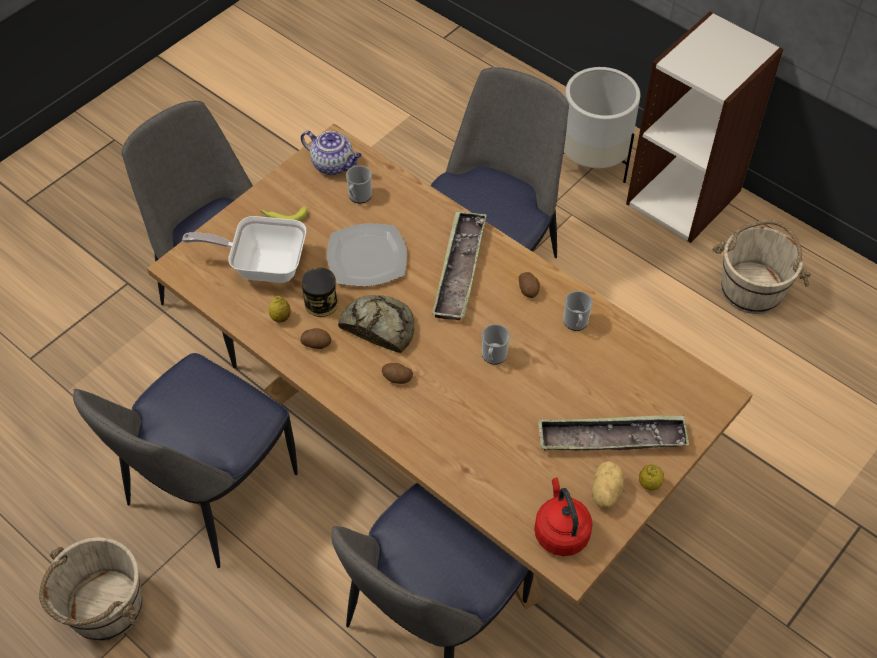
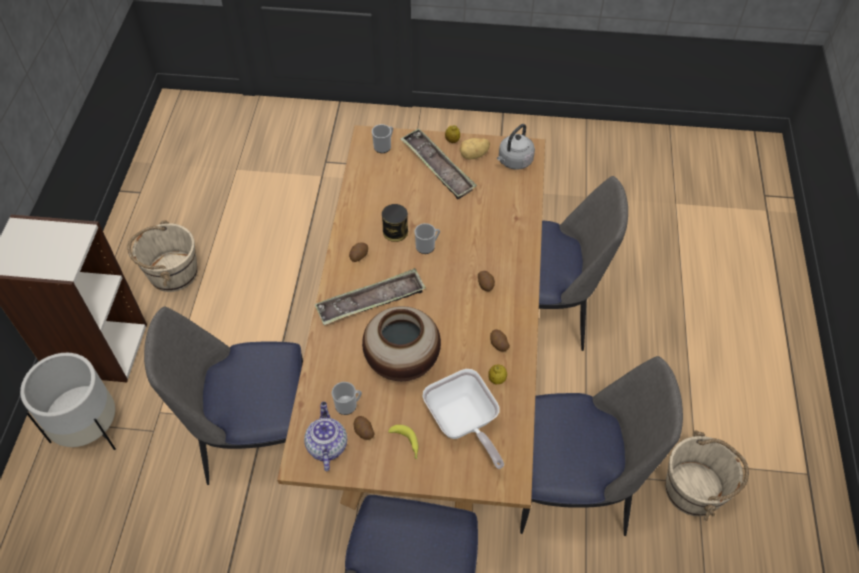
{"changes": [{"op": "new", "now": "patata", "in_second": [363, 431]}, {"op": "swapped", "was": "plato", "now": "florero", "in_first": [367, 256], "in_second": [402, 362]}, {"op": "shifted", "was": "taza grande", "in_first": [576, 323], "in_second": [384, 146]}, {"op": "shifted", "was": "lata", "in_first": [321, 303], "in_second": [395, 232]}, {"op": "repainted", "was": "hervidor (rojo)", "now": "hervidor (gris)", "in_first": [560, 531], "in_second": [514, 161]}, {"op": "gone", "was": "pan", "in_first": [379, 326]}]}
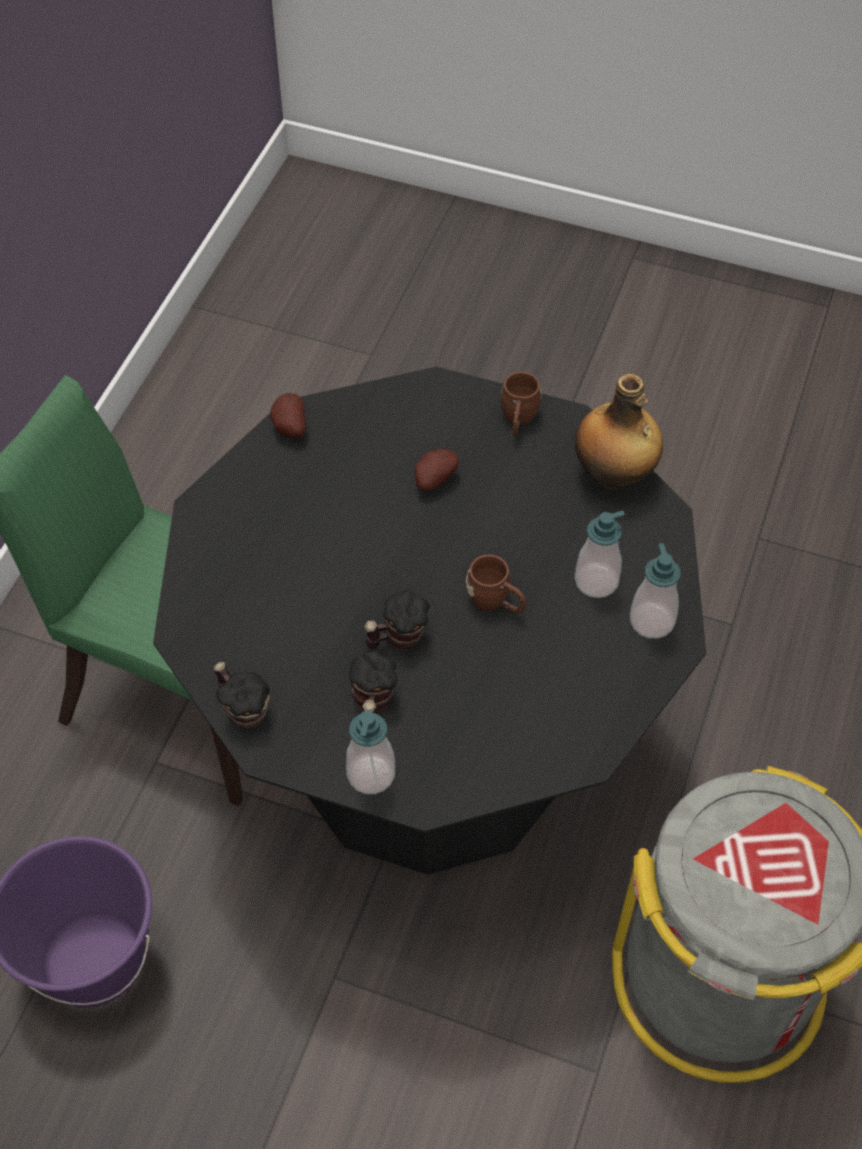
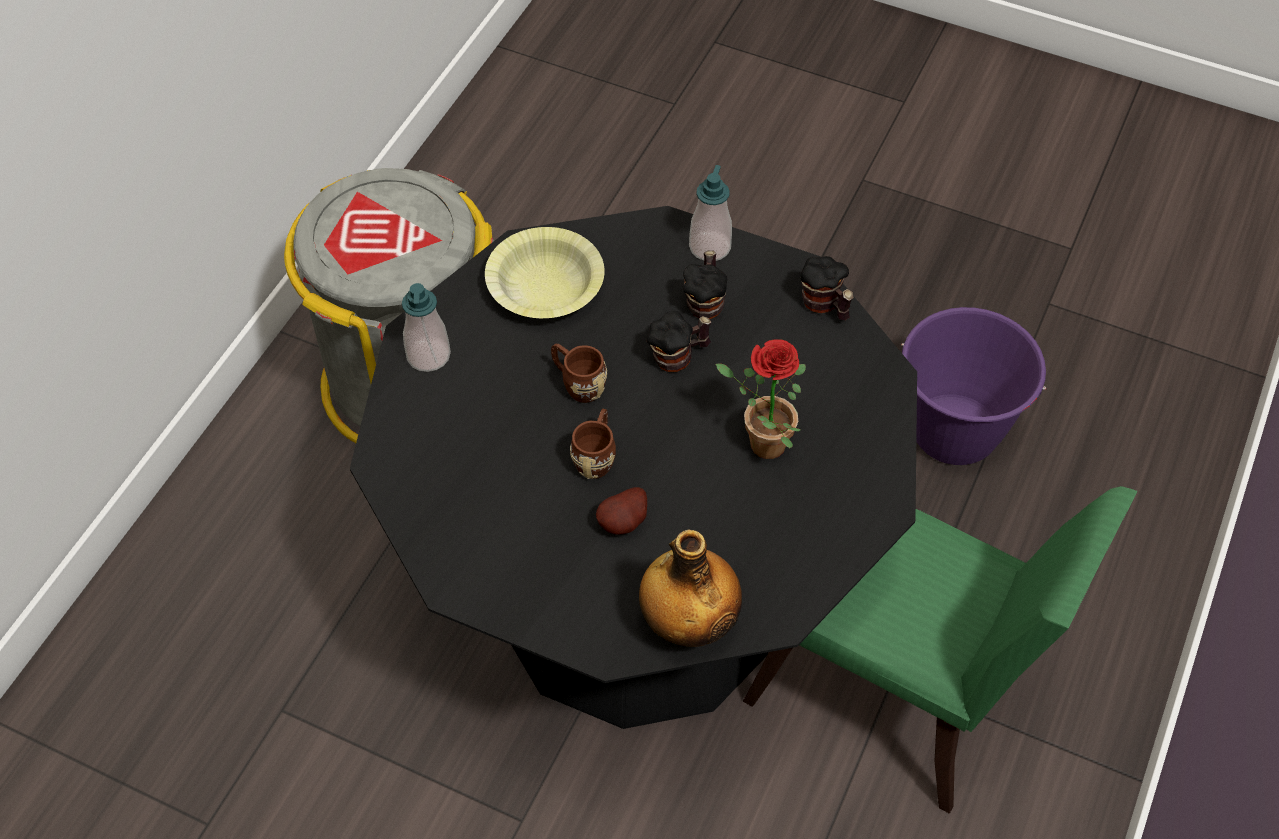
{"changes": [{"op": "new", "now": "cuenco (amarillo)", "in_second": [545, 286]}, {"op": "shifted", "was": "taza grande (marrón)", "in_first": [518, 421], "in_second": [596, 456]}, {"op": "shifted", "was": "botella", "in_first": [613, 475], "in_second": [689, 623]}, {"op": "new", "now": "planta en maceta", "in_second": [759, 444]}, {"op": "gone", "was": "patata", "in_first": [288, 428]}, {"op": "gone", "was": "dispensador de jabón", "in_first": [596, 581]}]}
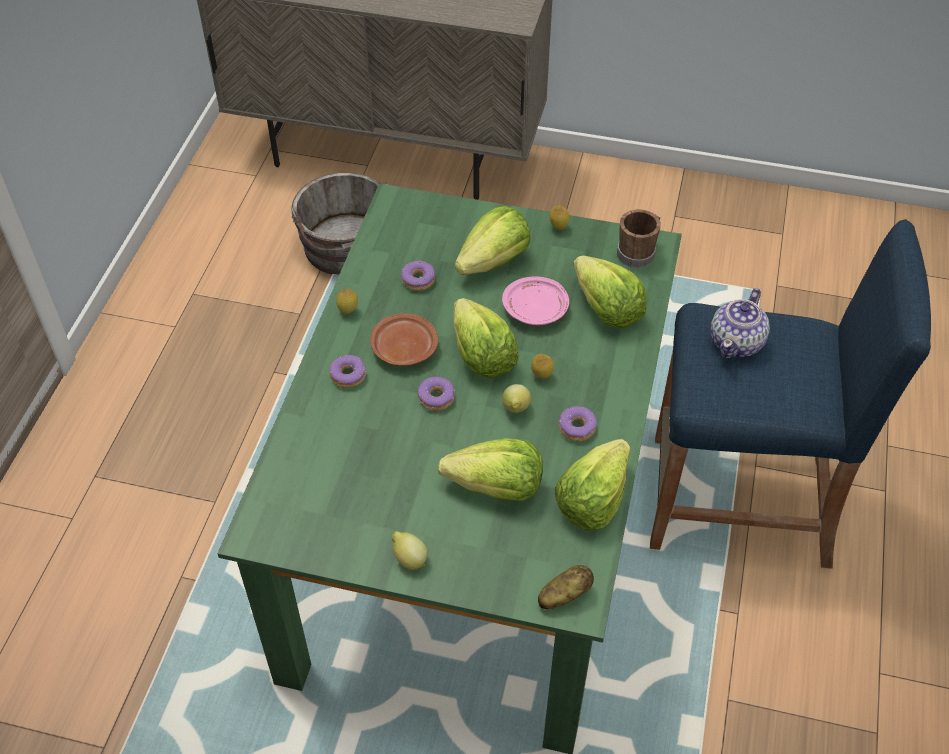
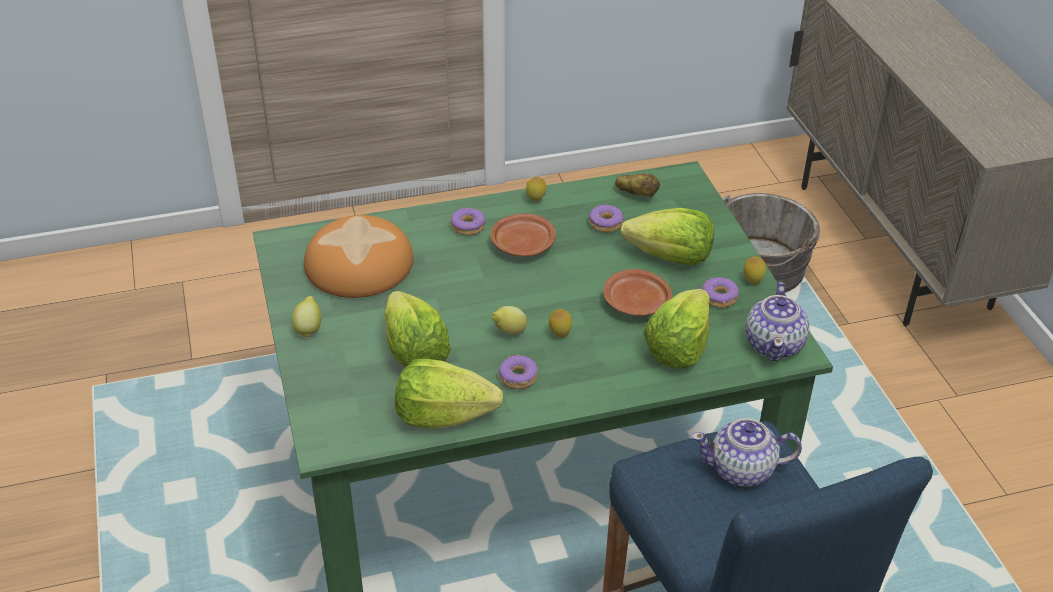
{"changes": [{"op": "new", "now": "pan", "in_second": [359, 264]}, {"op": "repainted", "was": "plato (rosa)", "now": "plato (marrón)", "in_first": [536, 309], "in_second": [636, 303]}, {"op": "shifted", "was": "patata", "in_first": [564, 595], "in_second": [637, 194]}, {"op": "shifted", "was": "rosquilla", "in_first": [436, 398], "in_second": [719, 298]}, {"op": "swapped", "was": "taza grande (marrón)", "now": "tetera", "in_first": [638, 252], "in_second": [774, 344]}, {"op": "gone", "was": "lechuga", "in_first": [481, 356]}]}
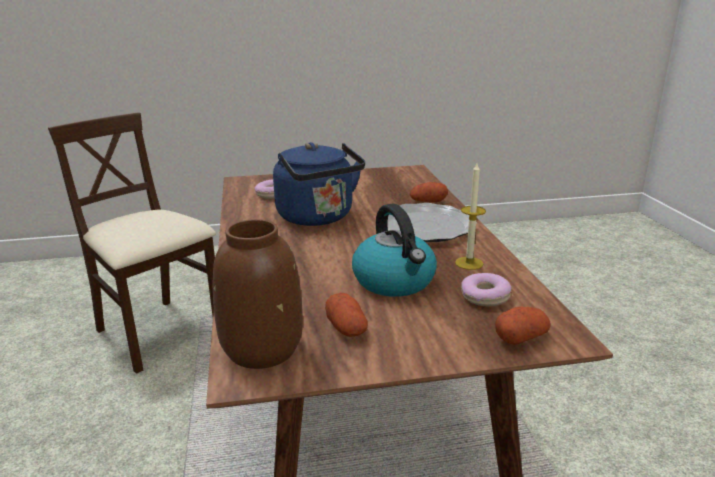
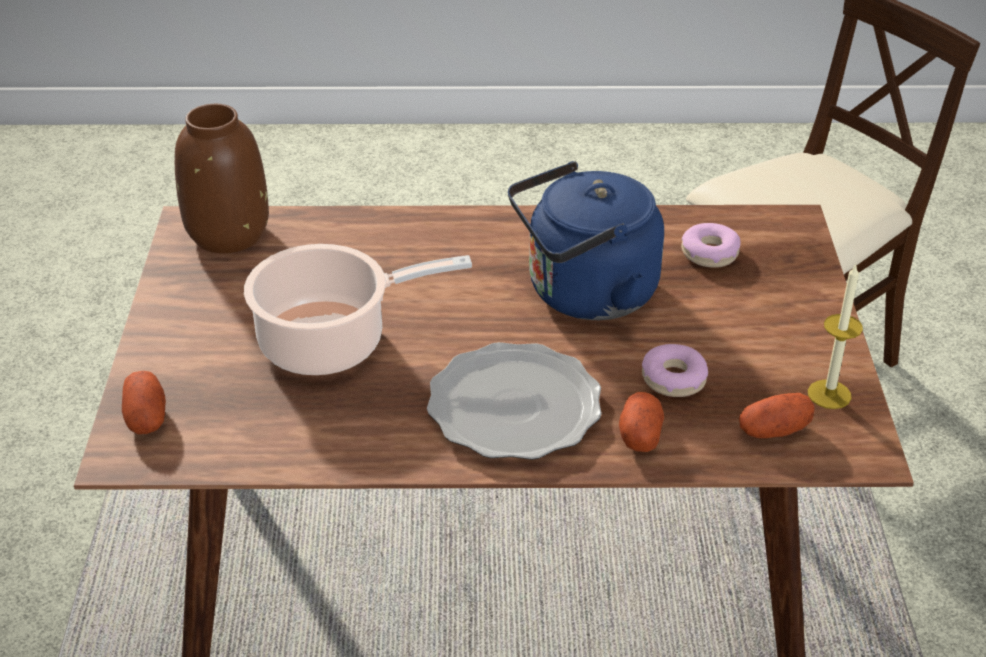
{"changes": [{"op": "swapped", "was": "hervidor", "now": "olla", "in_first": [395, 281], "in_second": [331, 341]}, {"op": "shifted", "was": "rosquilla", "in_first": [484, 297], "in_second": [673, 379]}, {"op": "shifted", "was": "patata", "in_first": [346, 328], "in_second": [774, 430]}, {"op": "shifted", "was": "vela", "in_first": [469, 263], "in_second": [829, 394]}]}
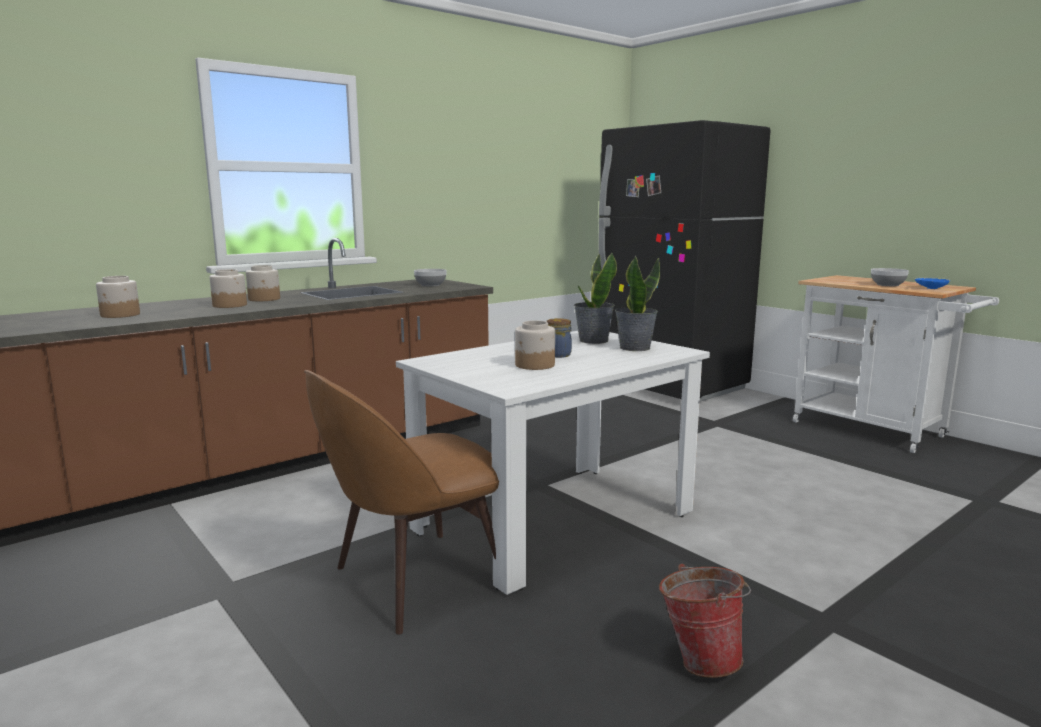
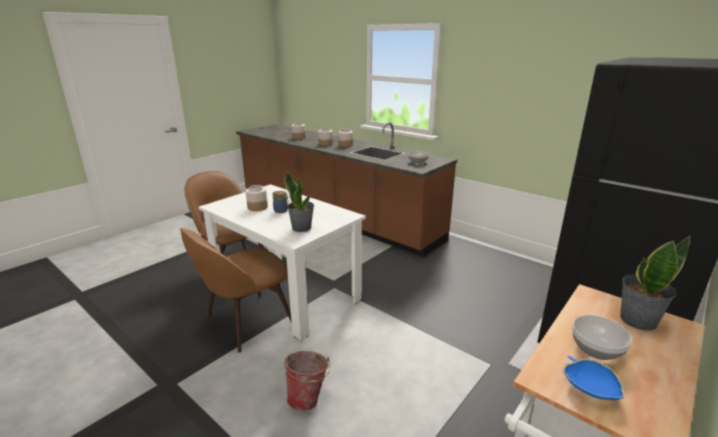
{"changes": [{"op": "new", "now": "silla (marrón)", "in_second": [246, 322]}, {"op": "shifted", "was": "cubo", "in_first": [700, 659], "in_second": [309, 398]}, {"op": "shifted", "was": "planta en maceta", "in_first": [593, 340], "in_second": [637, 320]}]}
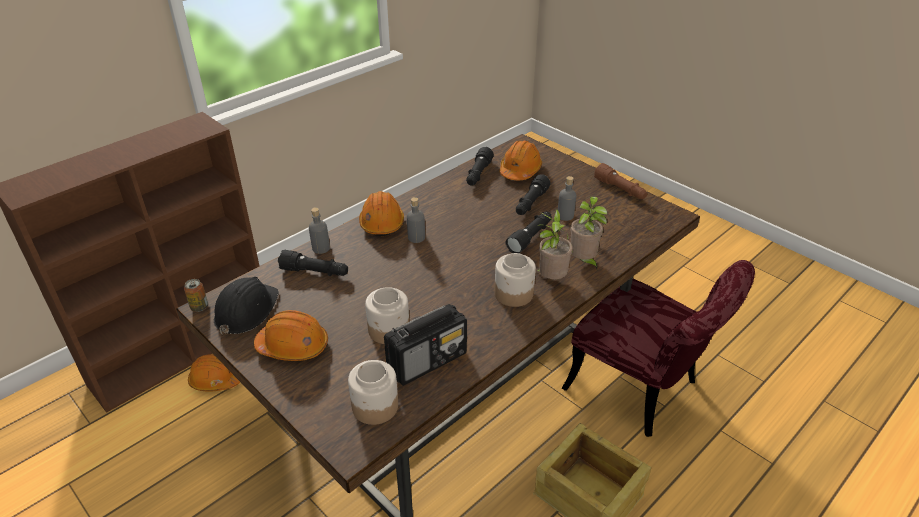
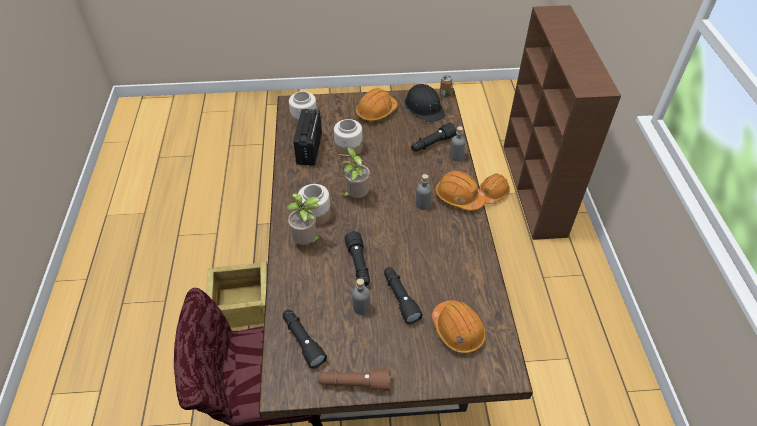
{"changes": [{"op": "shifted", "was": "linterna (negro)", "in_first": [478, 174], "in_second": [302, 341]}, {"op": "shifted", "was": "planta en maceta", "in_first": [583, 262], "in_second": [356, 196]}]}
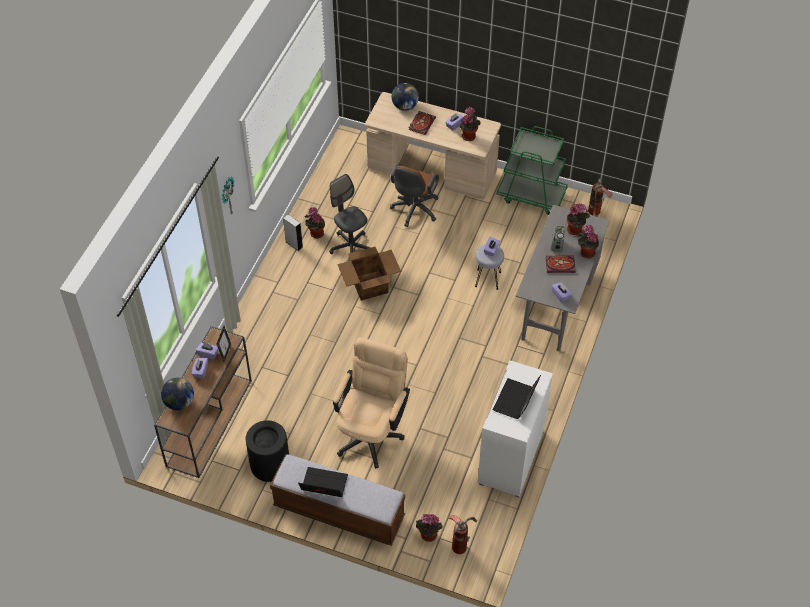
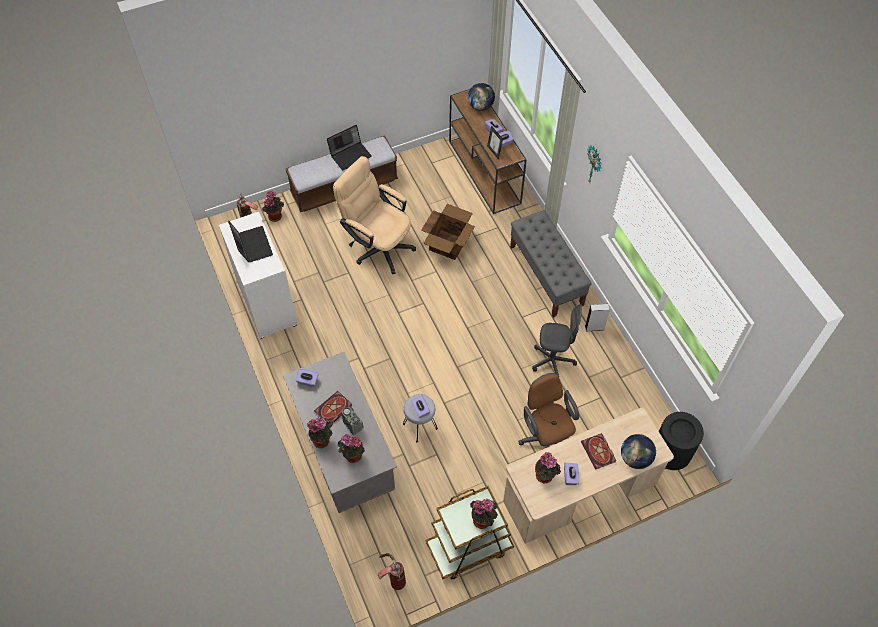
{"changes": [{"op": "rotated", "was": "silla de oficina (beis)", "in_first": [372, 431], "in_second": [378, 246], "clockwise": 150}, {"op": "shifted", "was": "caja de cartón", "in_first": [369, 285], "in_second": [448, 244]}, {"op": "repainted", "was": "carrito (verde)", "now": "carrito (marrón)", "in_first": [531, 195], "in_second": [469, 547]}, {"op": "shifted", "was": "planta en maceta", "in_first": [315, 233], "in_second": [483, 520]}, {"op": "new", "now": "banco (gris)", "in_second": [546, 275]}, {"op": "shifted", "was": "papelera (negro)", "in_first": [270, 464], "in_second": [672, 452]}]}
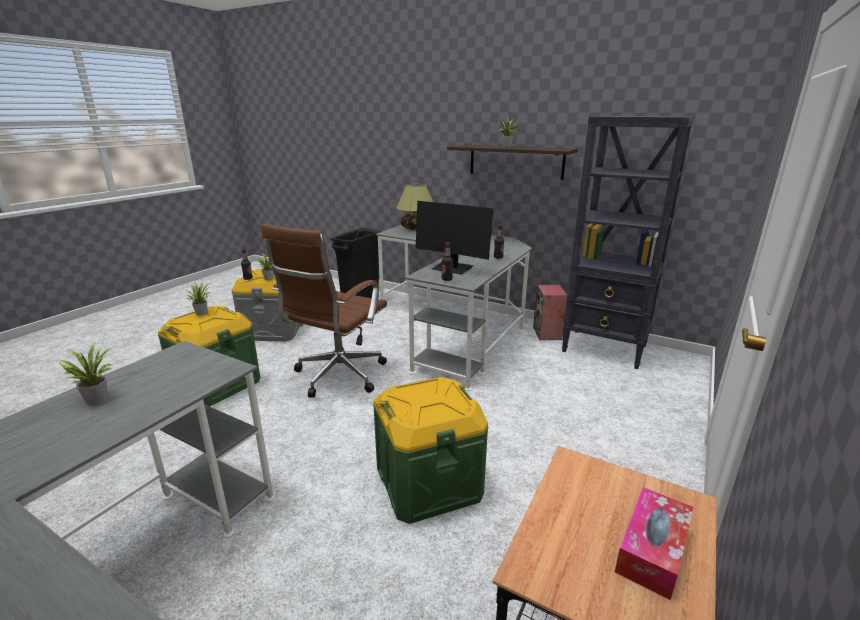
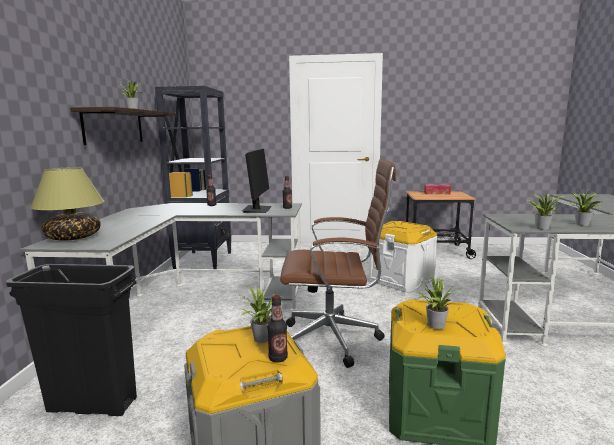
{"changes": [{"op": "repainted", "was": "caja de almacenaje (verde)", "now": "caja de almacenaje (blanco)", "in_first": [428, 482], "in_second": [401, 280]}, {"op": "new", "now": "planta en maceta", "in_second": [541, 227]}, {"op": "gone", "was": "altavoz", "in_first": [547, 333]}]}
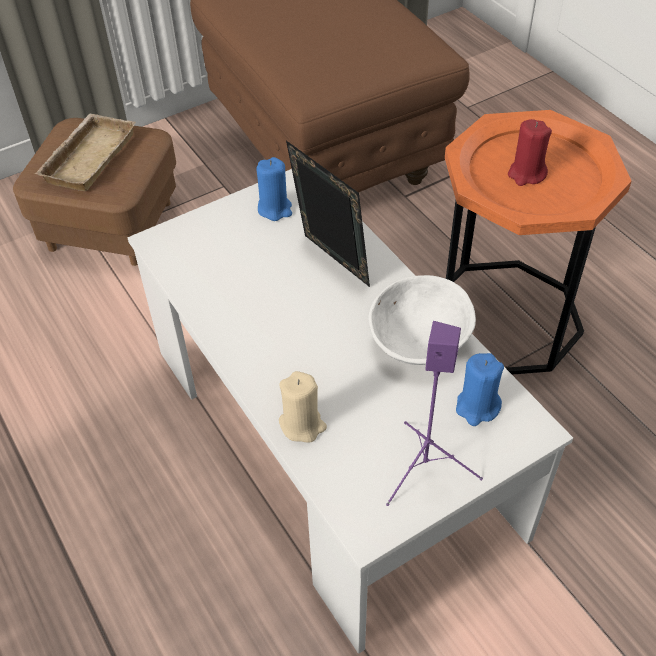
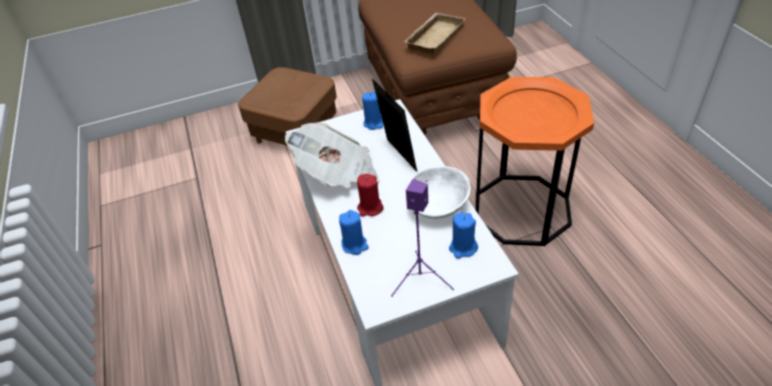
{"changes": [{"op": "new", "now": "periódico", "in_second": [338, 174]}, {"op": "repainted", "was": "vela (beis)", "now": "vela (azul)", "in_first": [302, 425], "in_second": [354, 245]}, {"op": "shifted", "was": "vela (rojo)", "in_first": [526, 174], "in_second": [370, 208]}, {"op": "shifted", "was": "bandeja (beis)", "in_first": [88, 157], "in_second": [434, 37]}]}
